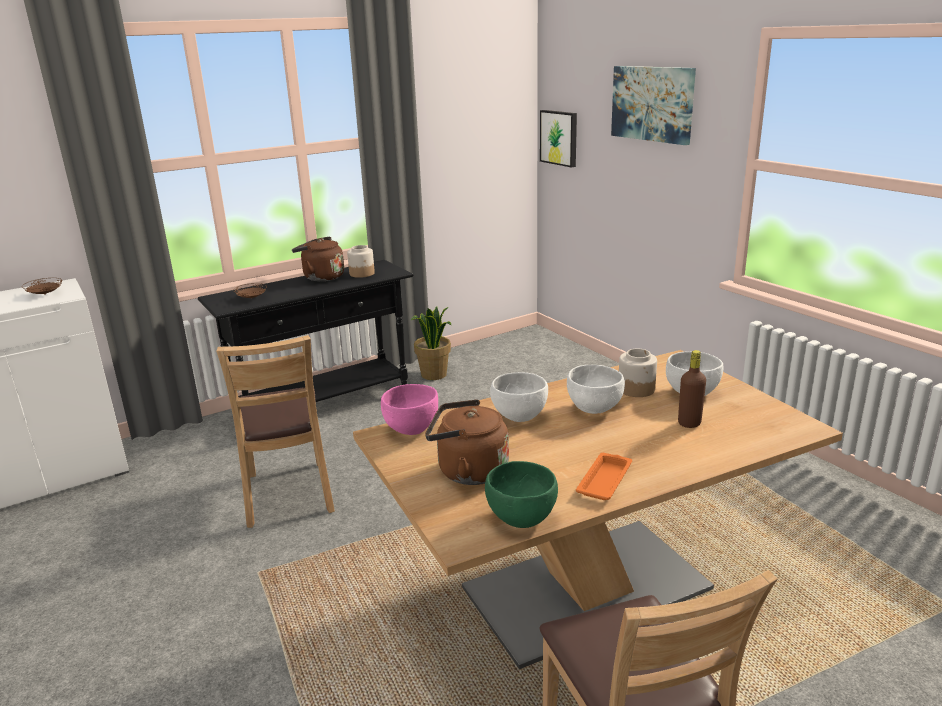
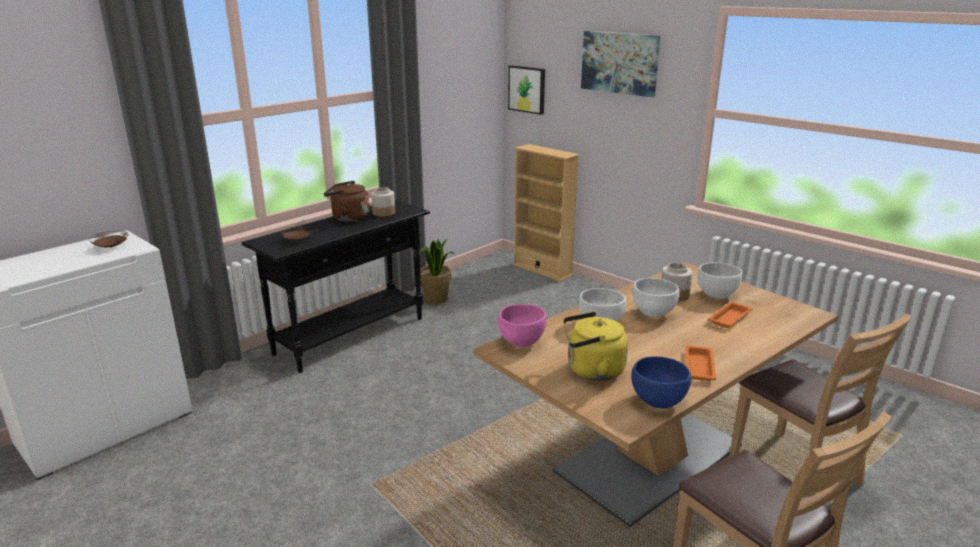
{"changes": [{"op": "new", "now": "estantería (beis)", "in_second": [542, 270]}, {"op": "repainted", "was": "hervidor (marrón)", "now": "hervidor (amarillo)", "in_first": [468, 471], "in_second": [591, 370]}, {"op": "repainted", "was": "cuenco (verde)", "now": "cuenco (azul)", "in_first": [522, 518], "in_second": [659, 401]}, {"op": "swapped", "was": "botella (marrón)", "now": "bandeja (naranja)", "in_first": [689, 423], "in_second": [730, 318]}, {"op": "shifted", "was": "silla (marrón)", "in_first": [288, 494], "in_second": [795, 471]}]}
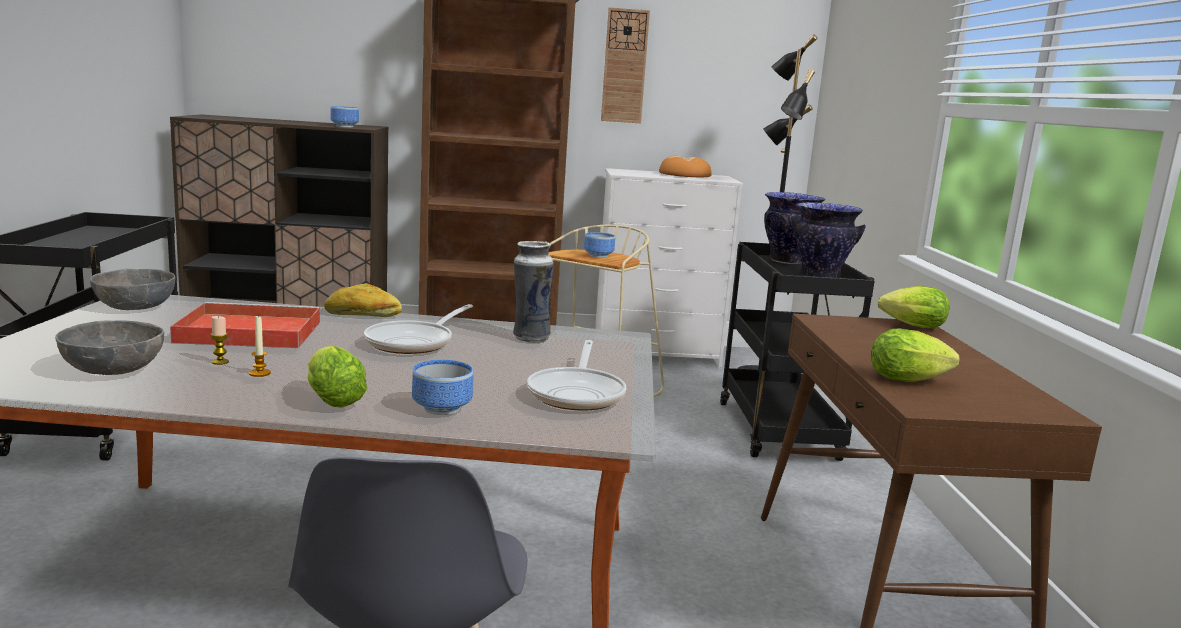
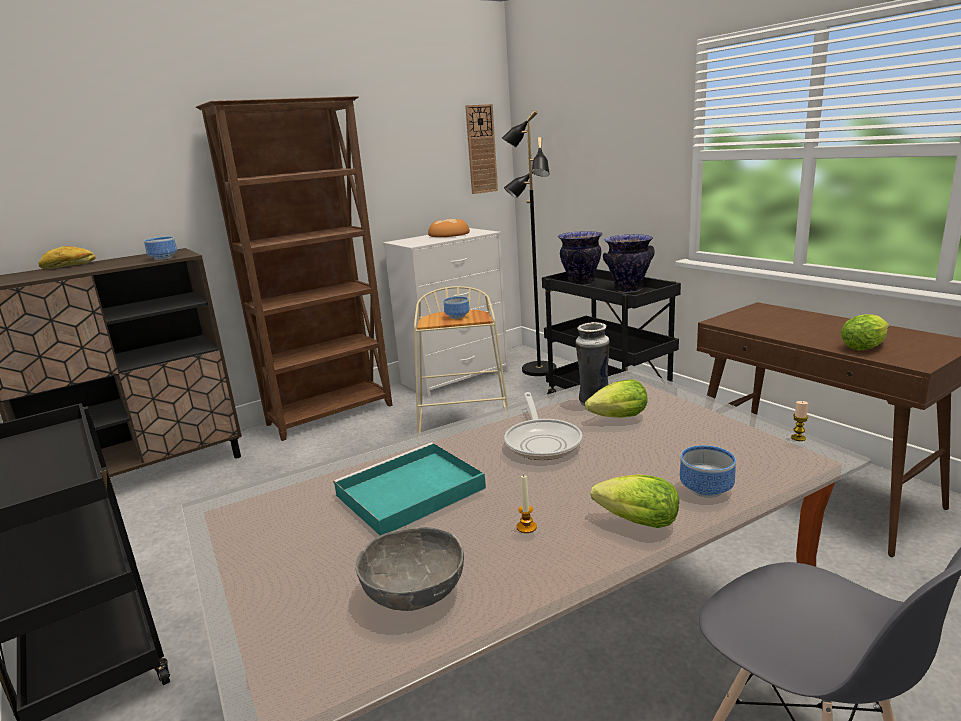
{"changes": [{"op": "shifted", "was": "pan", "in_first": [363, 315], "in_second": [69, 266]}, {"op": "repainted", "was": "bandeja (rojo)", "now": "bandeja (turquesa)", "in_first": [246, 332], "in_second": [408, 493]}, {"op": "shifted", "was": "reloj de pared", "in_first": [624, 66], "in_second": [481, 149]}, {"op": "shifted", "was": "lechuga", "in_first": [909, 326], "in_second": [615, 418]}, {"op": "shifted", "was": "vela", "in_first": [220, 362], "in_second": [798, 438]}, {"op": "gone", "was": "cuenco (gris)", "in_first": [135, 307]}, {"op": "gone", "was": "sartén", "in_first": [577, 393]}]}
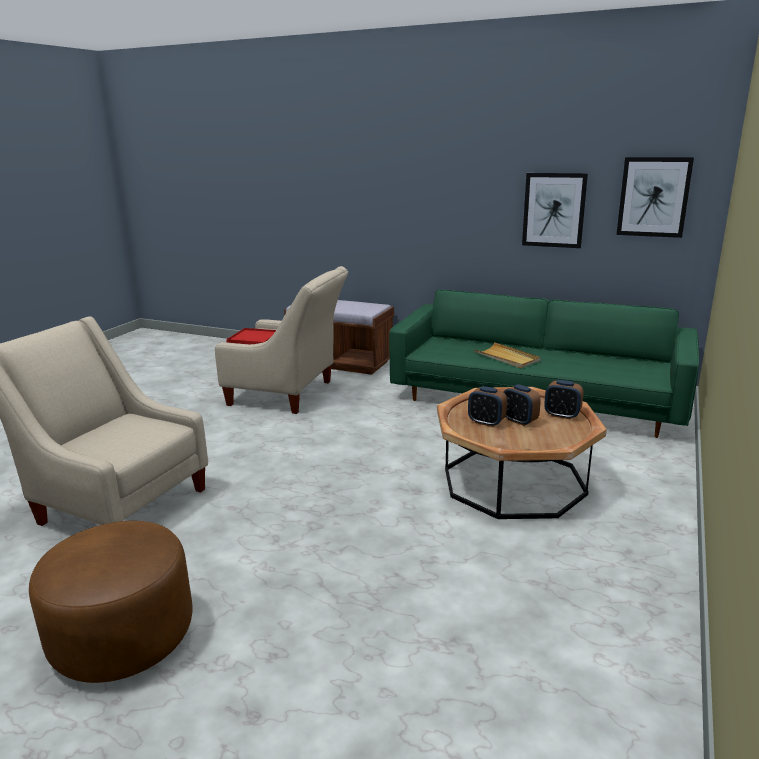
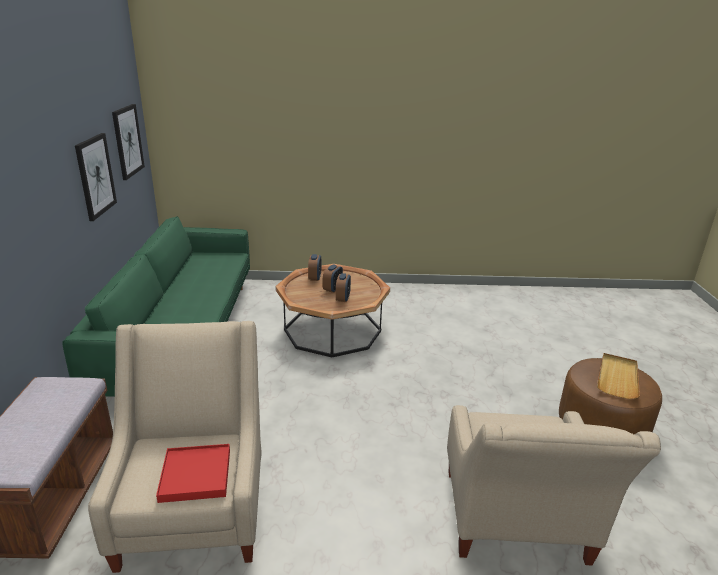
{"changes": [{"op": "shifted", "was": "bandeja (beis)", "in_first": [506, 358], "in_second": [617, 377]}]}
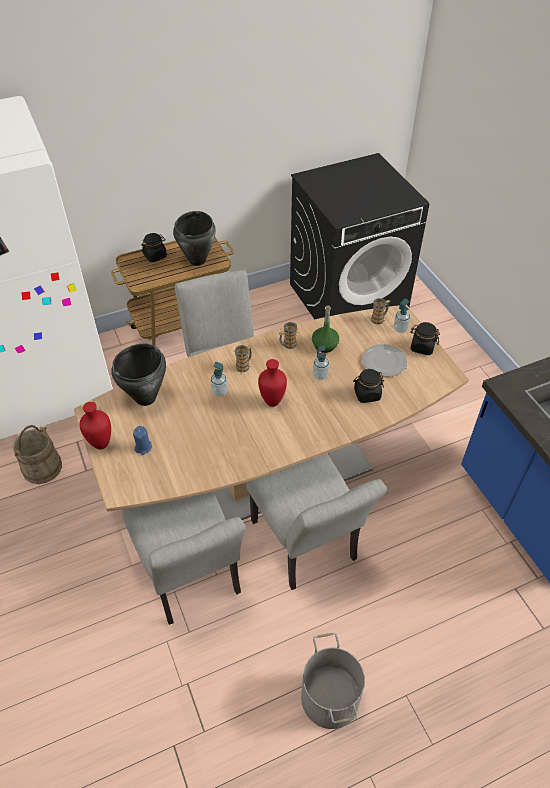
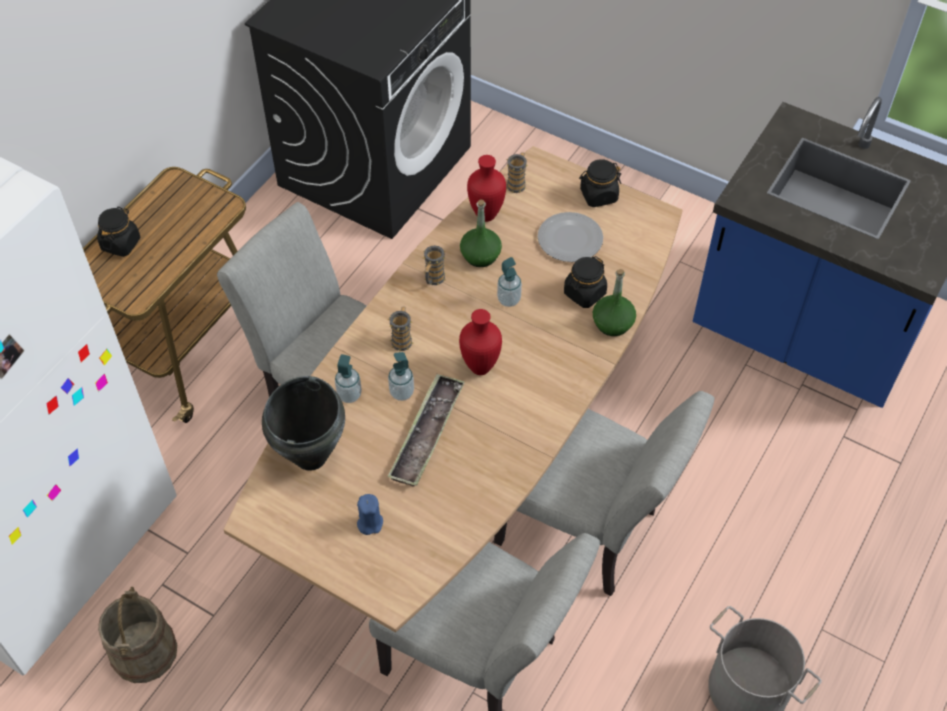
{"changes": [{"op": "shifted", "was": "dispensador de jabón", "in_first": [400, 329], "in_second": [349, 395]}, {"op": "new", "now": "bandeja", "in_second": [427, 434]}, {"op": "shifted", "was": "florero (rojo)", "in_first": [101, 443], "in_second": [485, 214]}, {"op": "new", "now": "botella (verde)", "in_second": [612, 323]}, {"op": "gone", "was": "olla (negro)", "in_first": [198, 260]}]}
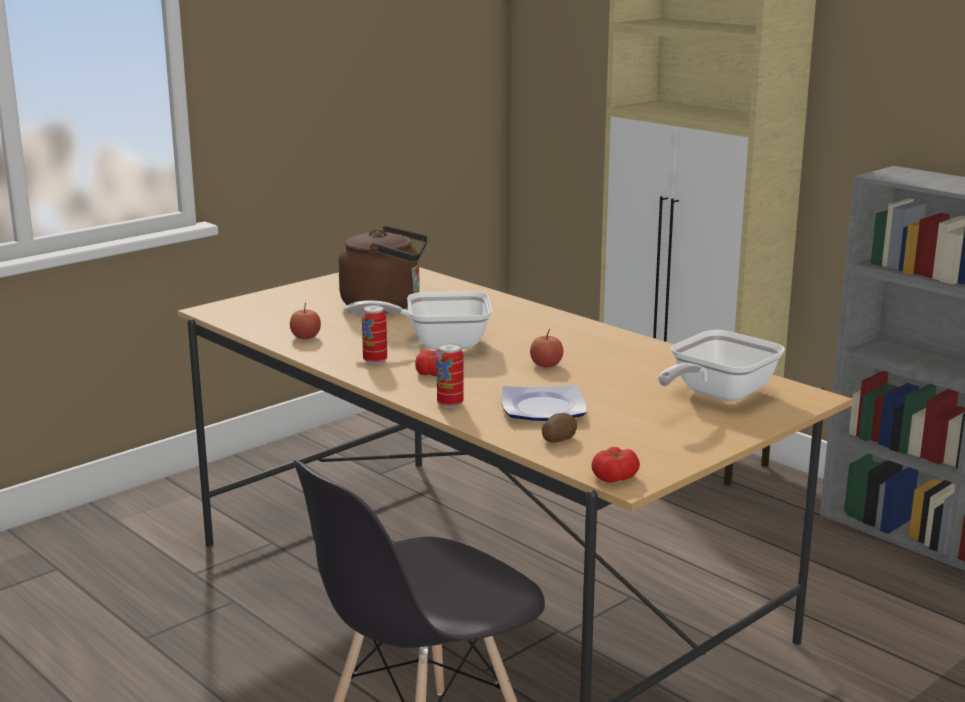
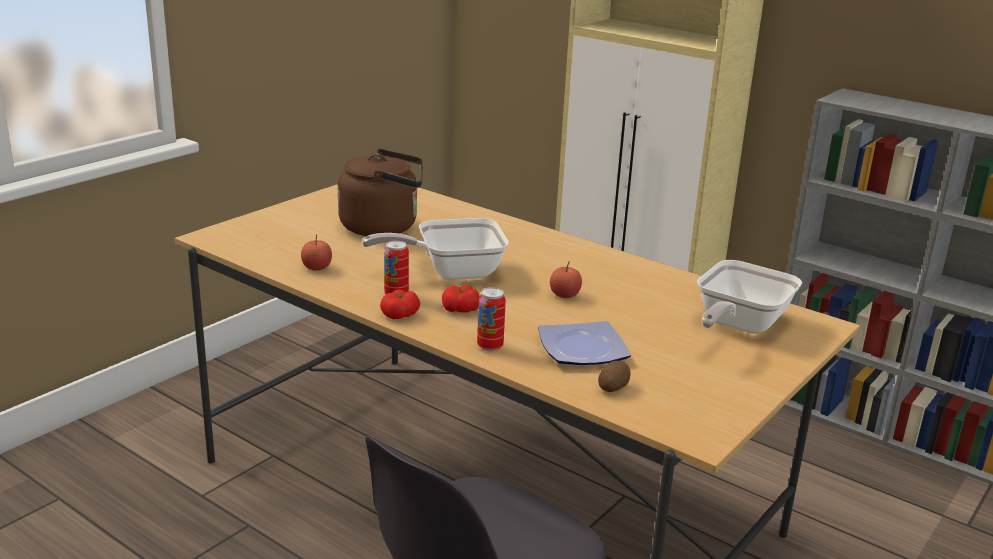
{"changes": [{"op": "shifted", "was": "tomate", "in_first": [615, 477], "in_second": [400, 314]}]}
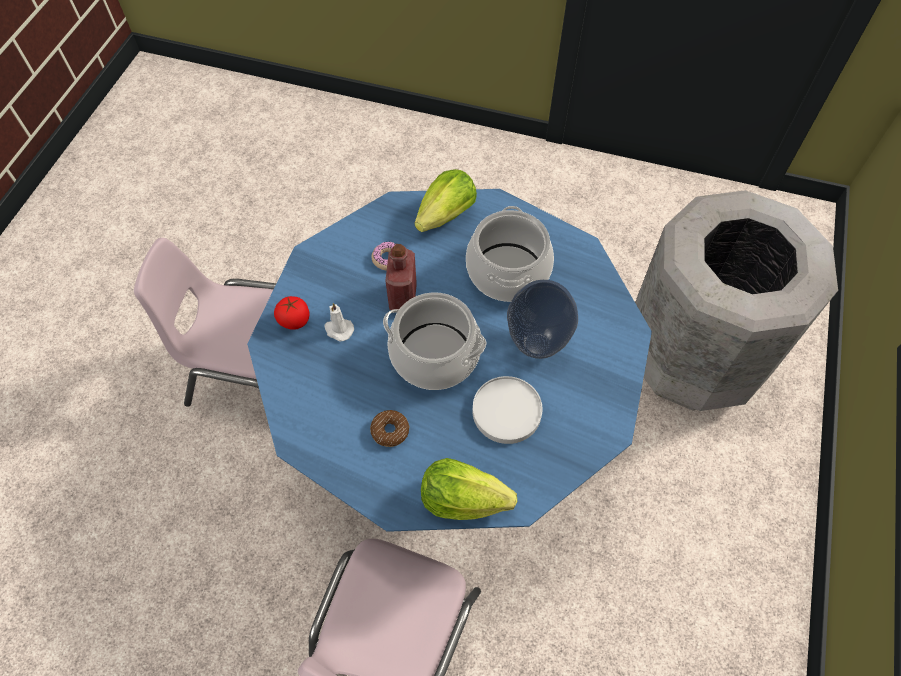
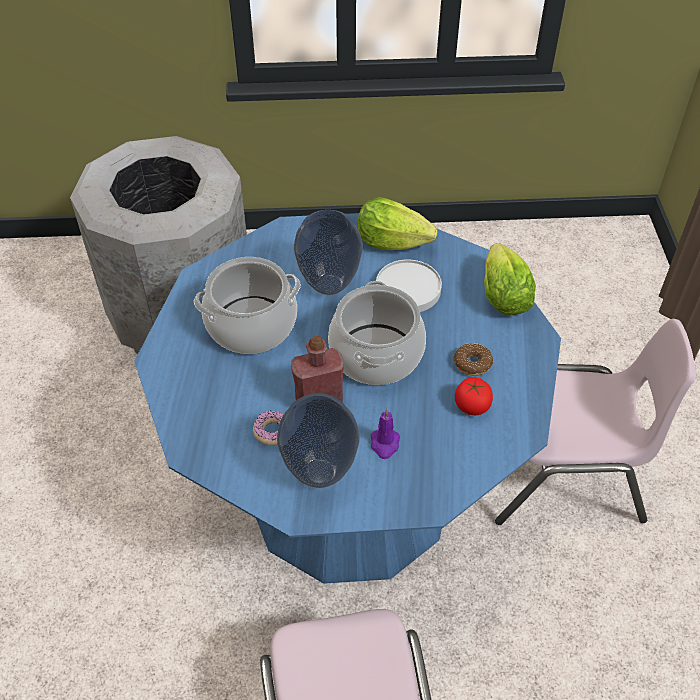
{"changes": [{"op": "new", "now": "florero", "in_second": [320, 474]}, {"op": "shifted", "was": "lechuga", "in_first": [446, 215], "in_second": [391, 242]}, {"op": "repainted", "was": "vela (blanco)", "now": "vela (morado)", "in_first": [338, 329], "in_second": [385, 444]}, {"op": "shifted", "was": "tomate", "in_first": [294, 320], "in_second": [472, 406]}]}
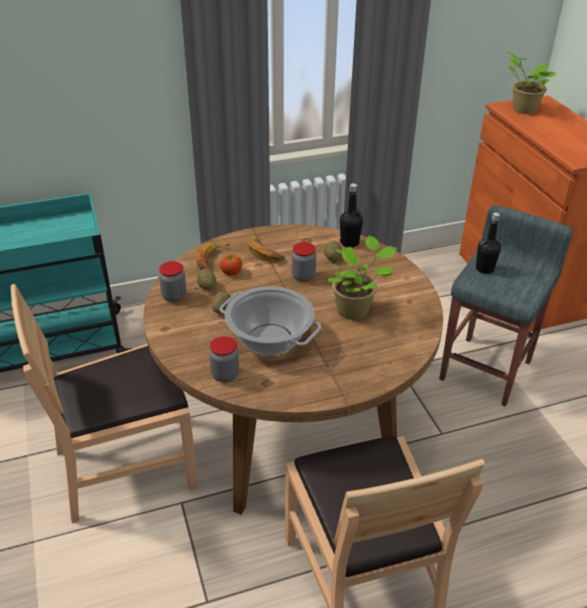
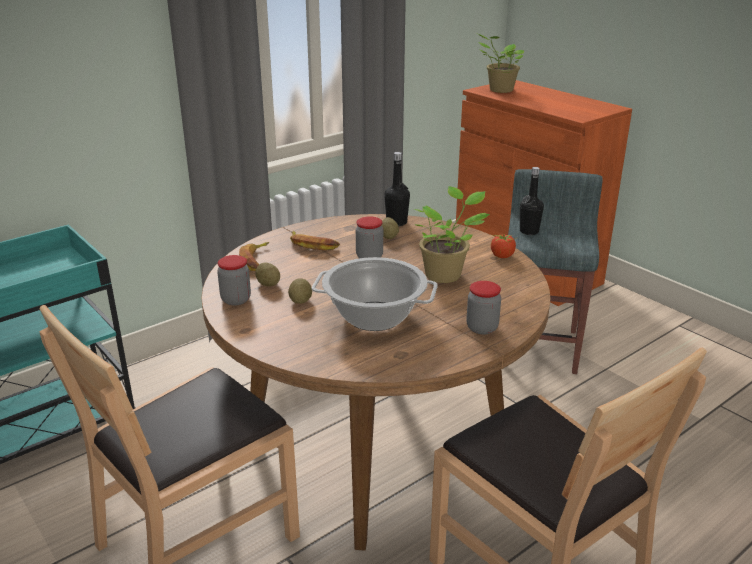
{"changes": [{"op": "shifted", "was": "tarro", "in_first": [225, 375], "in_second": [482, 328]}, {"op": "shifted", "was": "tomate", "in_first": [231, 272], "in_second": [502, 256]}]}
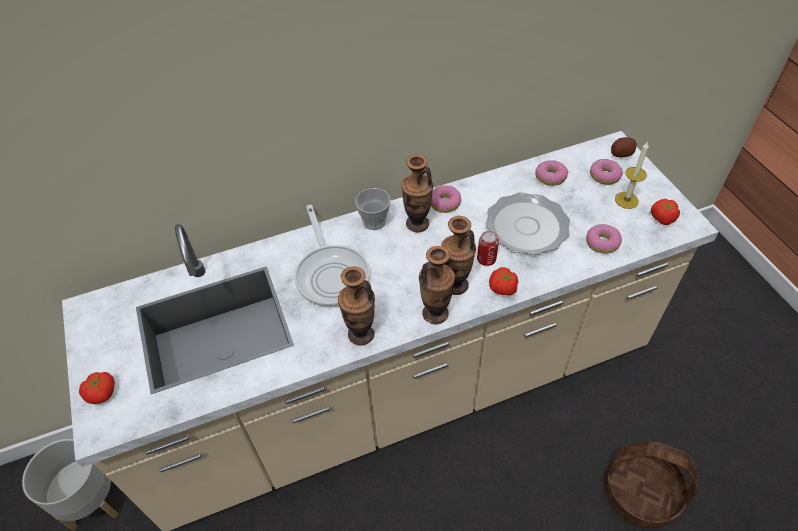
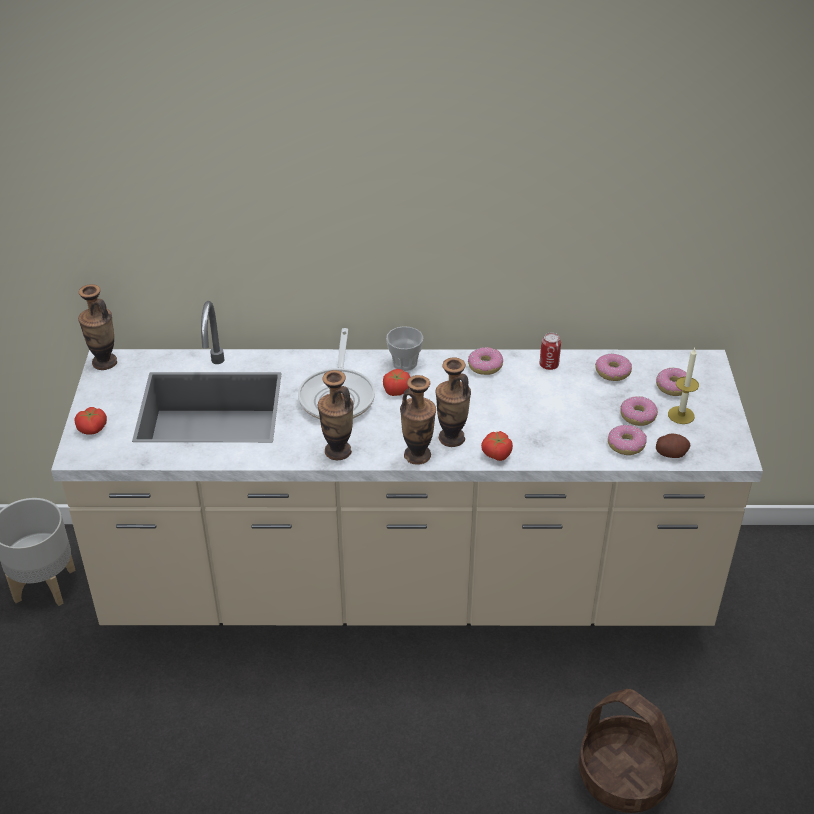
{"changes": [{"op": "shifted", "was": "florero", "in_first": [417, 224], "in_second": [104, 362]}, {"op": "shifted", "was": "tomate", "in_first": [662, 218], "in_second": [396, 390]}, {"op": "shifted", "was": "lata", "in_first": [486, 259], "in_second": [549, 365]}, {"op": "new", "now": "rosquilla", "in_second": [638, 416]}, {"op": "shifted", "was": "patata", "in_first": [621, 154], "in_second": [671, 453]}, {"op": "gone", "was": "plato", "in_first": [526, 226]}]}
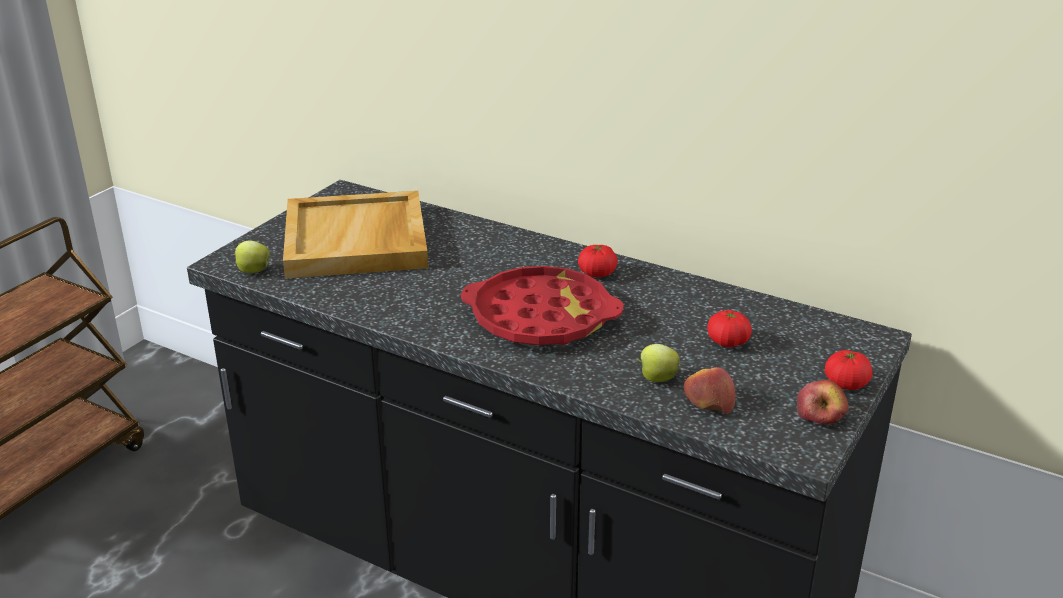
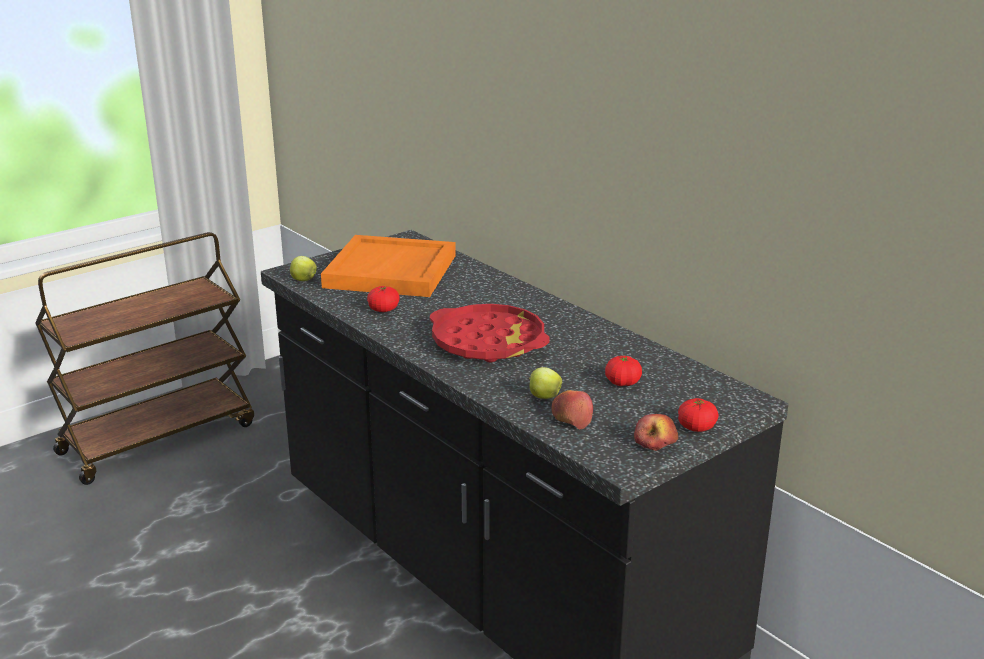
{"changes": [{"op": "repainted", "was": "bandeja (beis)", "now": "bandeja (naranja)", "in_first": [357, 241], "in_second": [391, 272]}, {"op": "shifted", "was": "tomate", "in_first": [597, 273], "in_second": [383, 309]}]}
